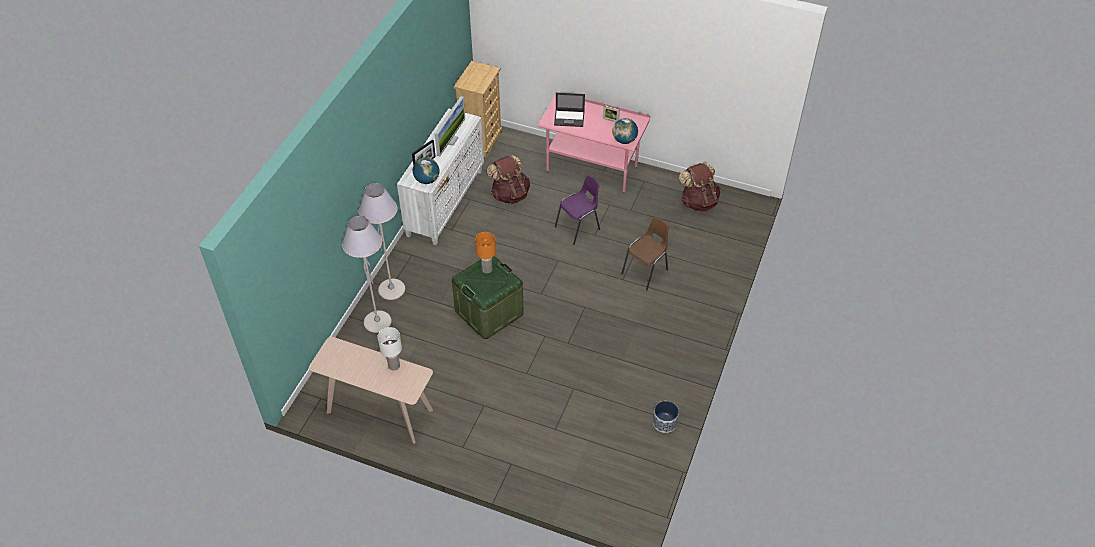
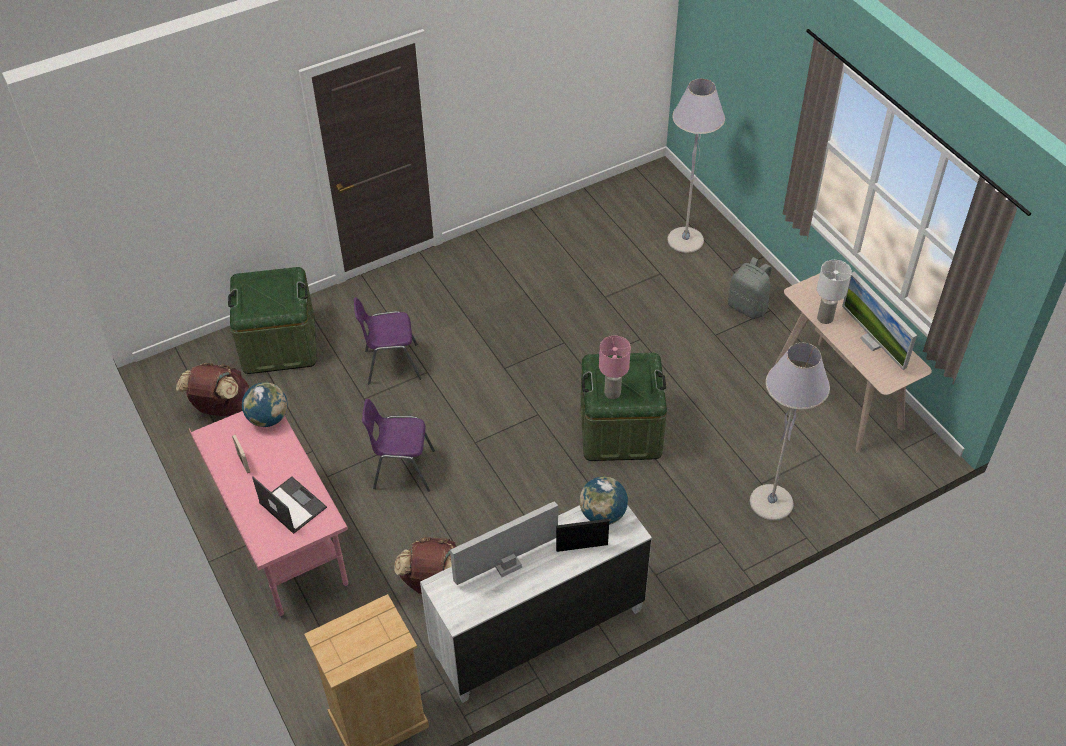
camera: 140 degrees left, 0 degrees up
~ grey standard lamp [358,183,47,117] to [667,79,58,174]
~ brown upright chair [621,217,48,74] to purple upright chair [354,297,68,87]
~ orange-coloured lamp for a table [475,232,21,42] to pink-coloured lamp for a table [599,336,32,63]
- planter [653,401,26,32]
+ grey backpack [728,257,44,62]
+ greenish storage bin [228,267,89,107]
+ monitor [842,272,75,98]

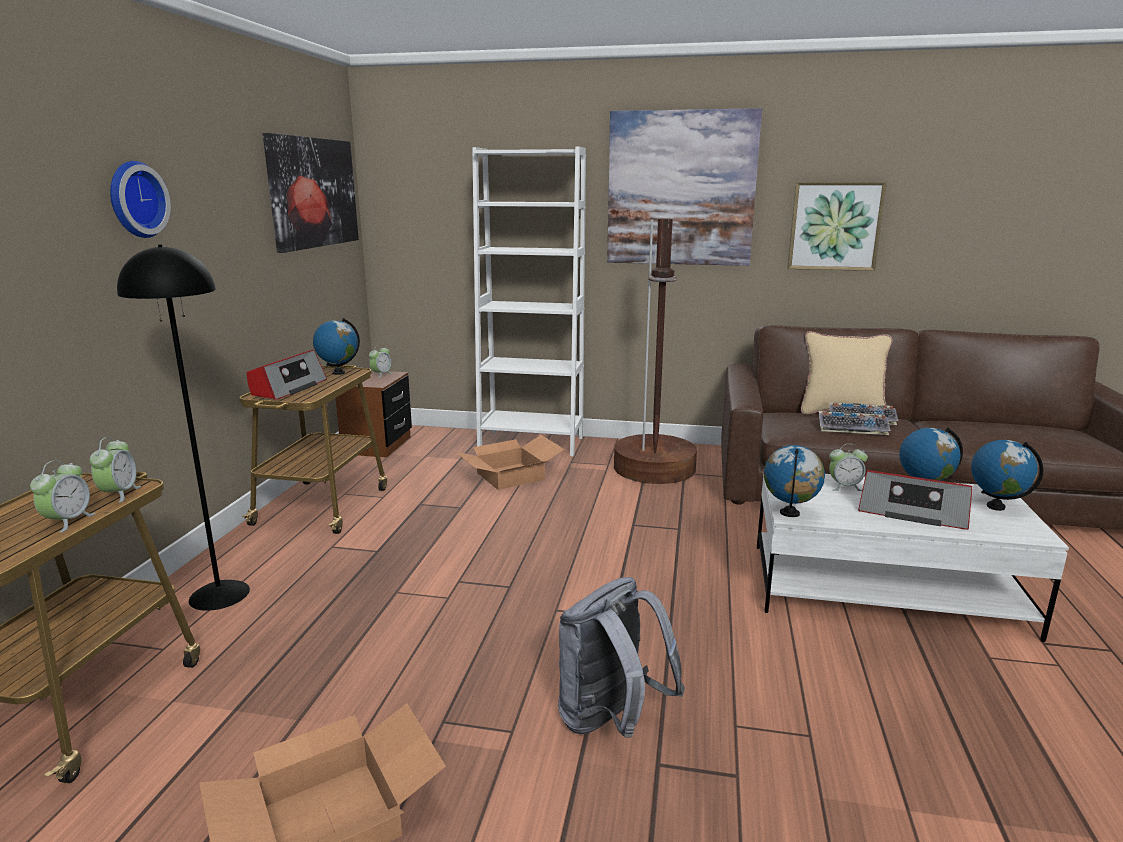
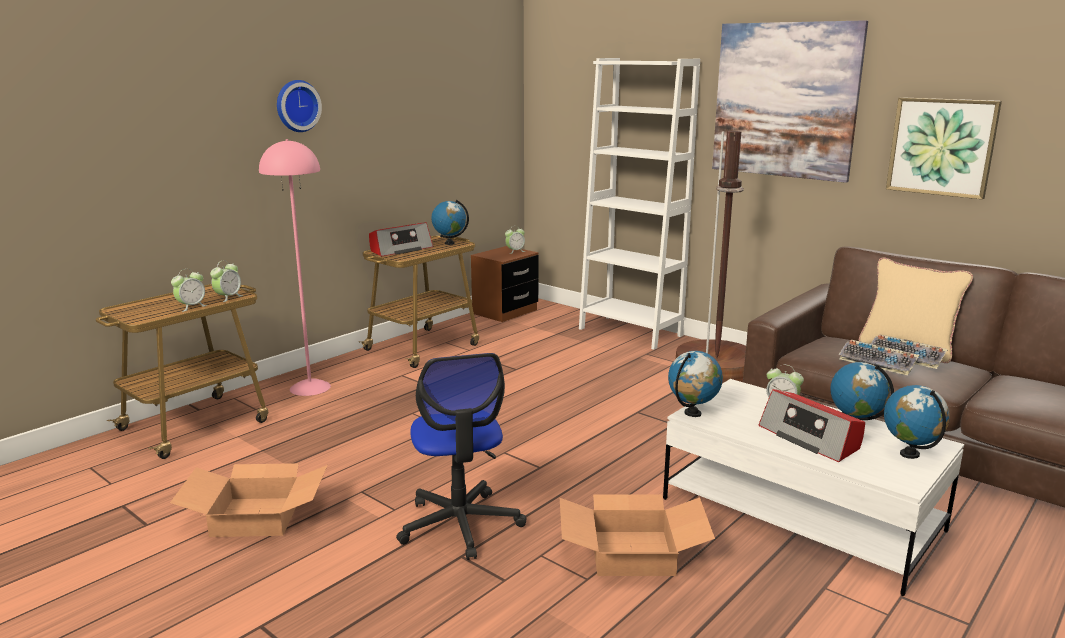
camera: 30 degrees right, 0 degrees up
- wall art [263,133,96,120]
~ blackish standard lamp [117,244,133,367] to pink-coloured standard lamp [259,139,72,257]
~ packing box [455,435,110,55] to [560,494,155,82]
~ grey backpack [558,577,127,161] to desk chair [396,353,131,207]

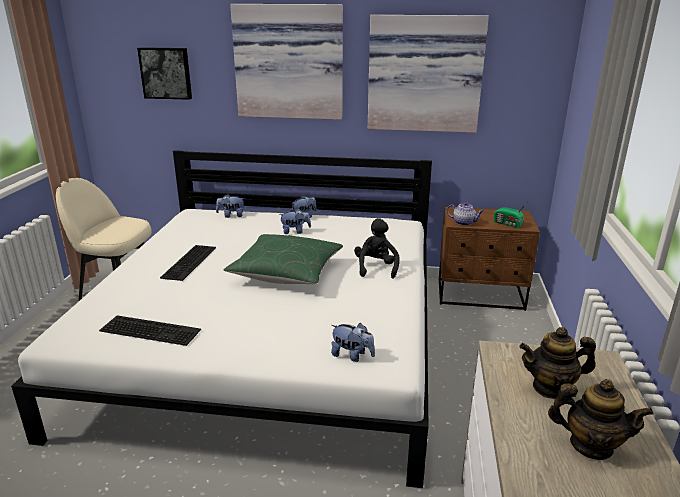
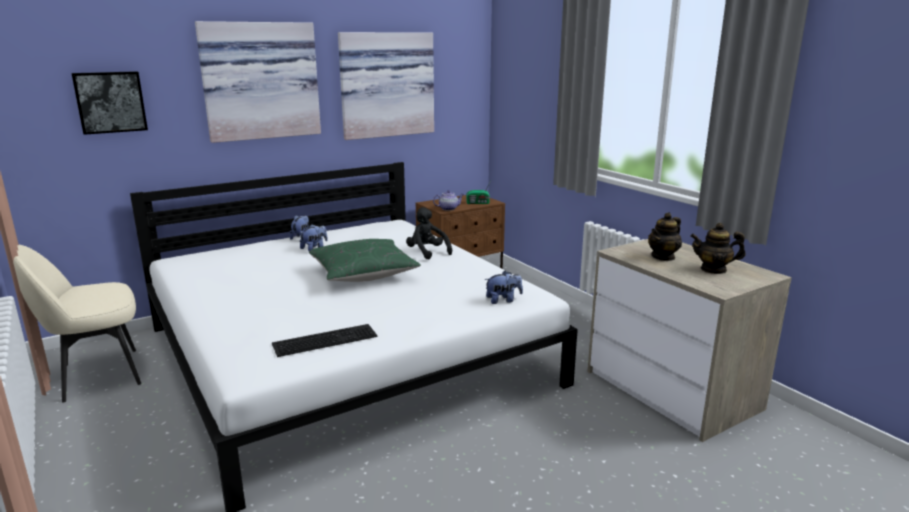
camera: 40 degrees left, 5 degrees down
- soft toy [216,194,29,24]
- PC keyboard [160,245,56,36]
~ tea pot [548,379,106,81] = [690,223,55,51] 150 degrees counterclockwise

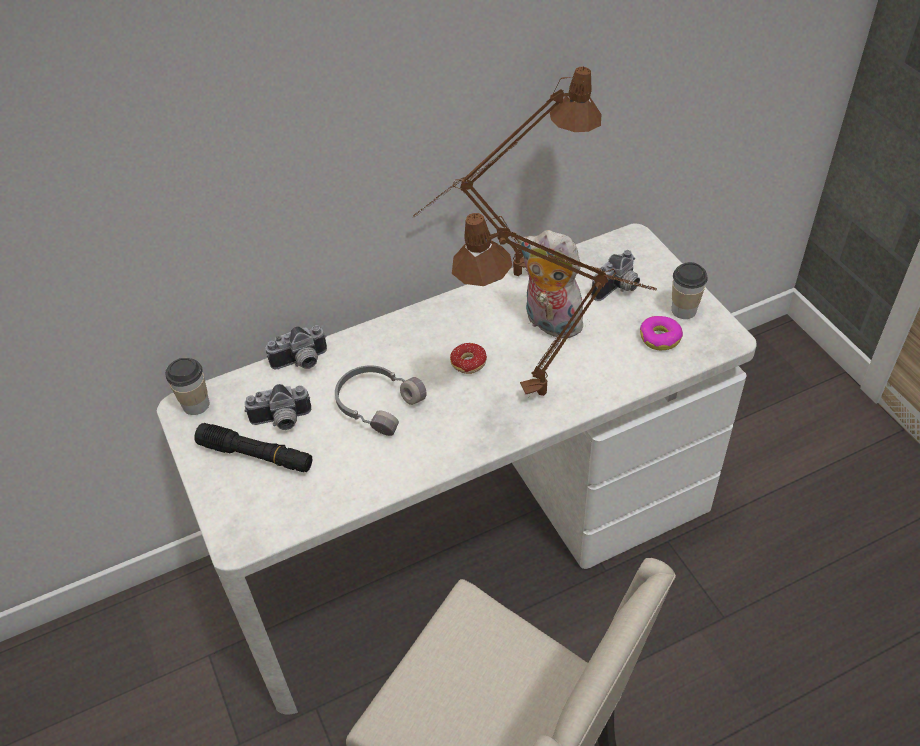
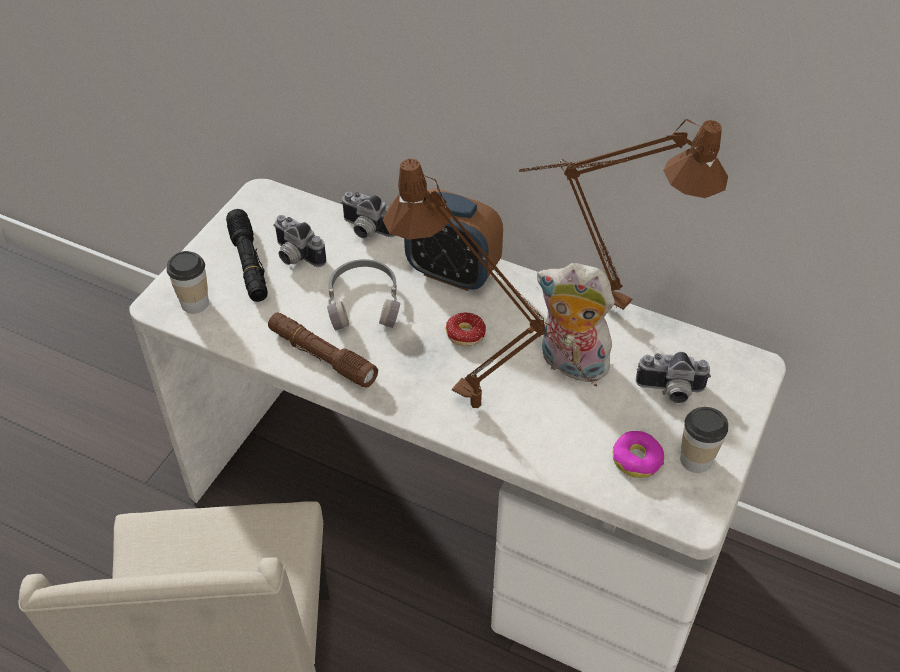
camera: 50 degrees right, 0 degrees up
~ soft toy [519,230,64,108] = [537,263,78,119] 60 degrees counterclockwise
~ drinking cup [165,358,45,57] to [167,251,42,63]
+ bedside clock [404,188,99,103]
+ brown flashlight [268,312,110,76]

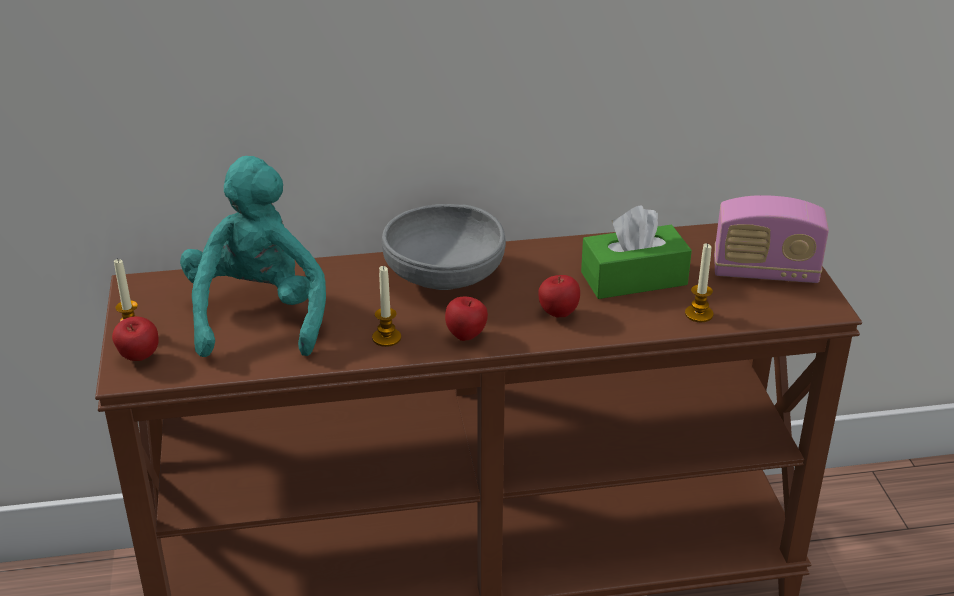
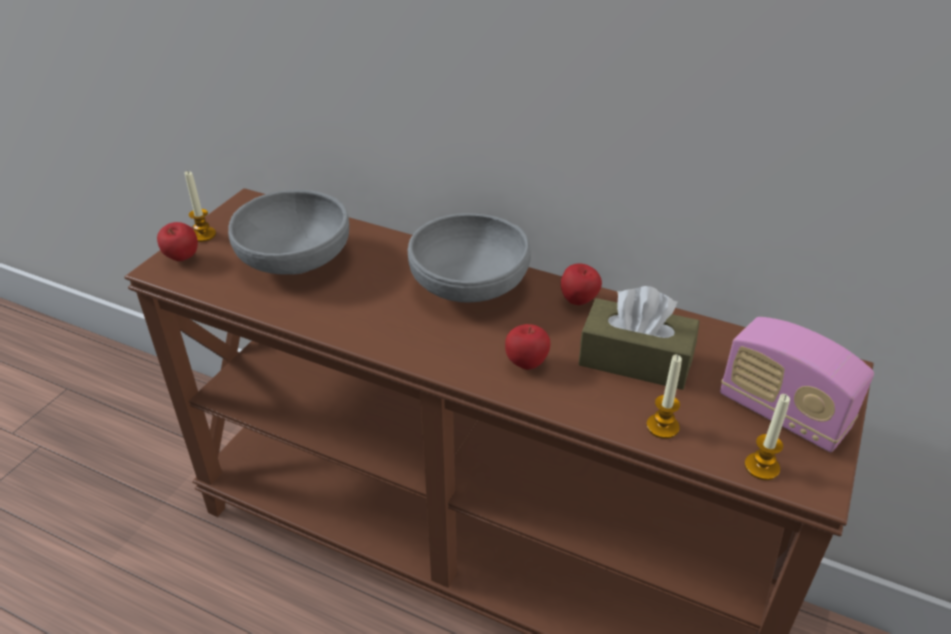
camera: 35 degrees right, 5 degrees up
~ turquoise soft toy [180,156,146,201] to grey deep dish [228,190,121,85]
~ greenish tissue box [581,205,111,94] to brown tissue box [579,286,121,104]
~ wax light [372,265,29,82] to [745,394,45,86]
~ apple fruit [445,297,43,44] to [561,263,41,42]

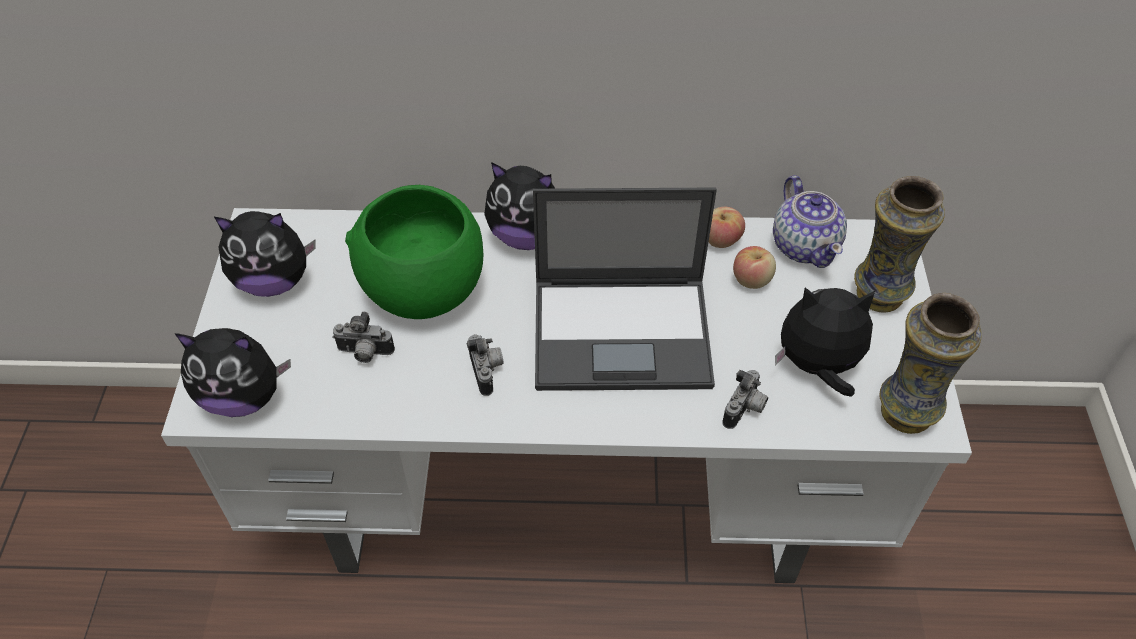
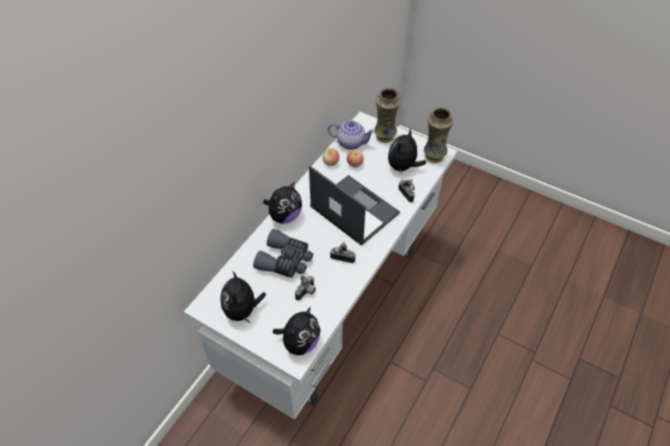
camera: 60 degrees left, 0 degrees up
~ greenish deep dish [345,185,139,134] to grey field glasses [253,229,60,49]
~ portable computer [533,188,184,203] = [309,165,91,81] 75 degrees counterclockwise
~ soft toy [214,211,102,86] = [220,271,46,53] 150 degrees clockwise

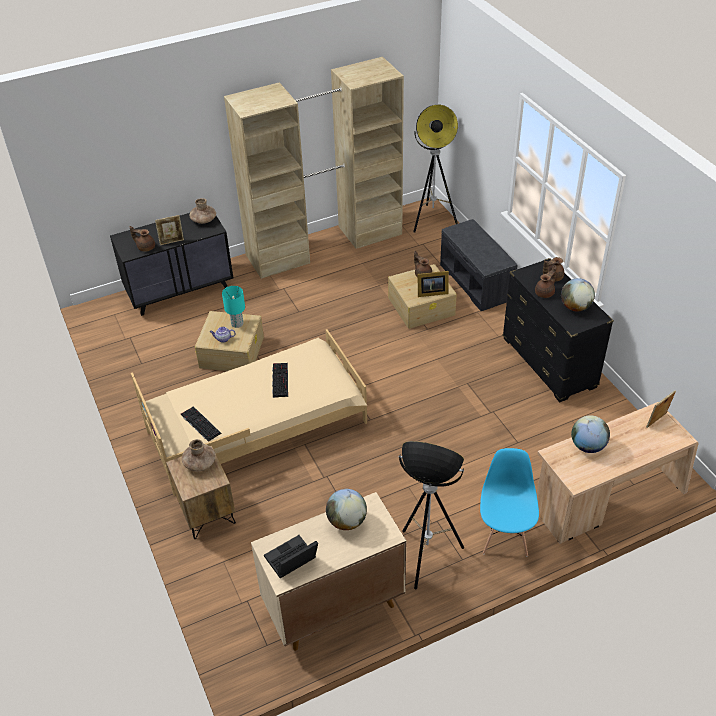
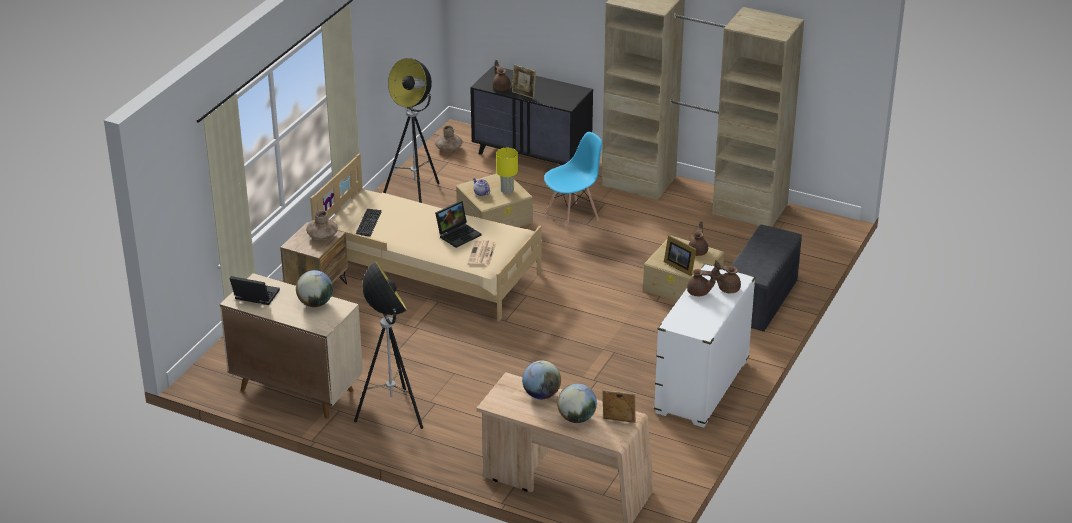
camera: 50 degrees right, 10 degrees down
~ standard lamp [413,105,45,128] to [383,58,57,145]
~ brown flower vase [190,198,26,26] to [435,126,27,25]
~ blackish dresser [503,258,111,144] to white-coloured dresser [654,263,102,165]
~ world globe [561,278,34,34] to [557,383,40,40]
~ turquoise lamp for a table [222,286,23,42] to yellow lamp for a table [496,148,22,46]
~ PC keyboard [272,363,16,35] to portable computer [435,201,46,47]
~ bluish upright chair [480,448,59,109] to [544,132,58,100]
+ daily paper [468,240,28,26]

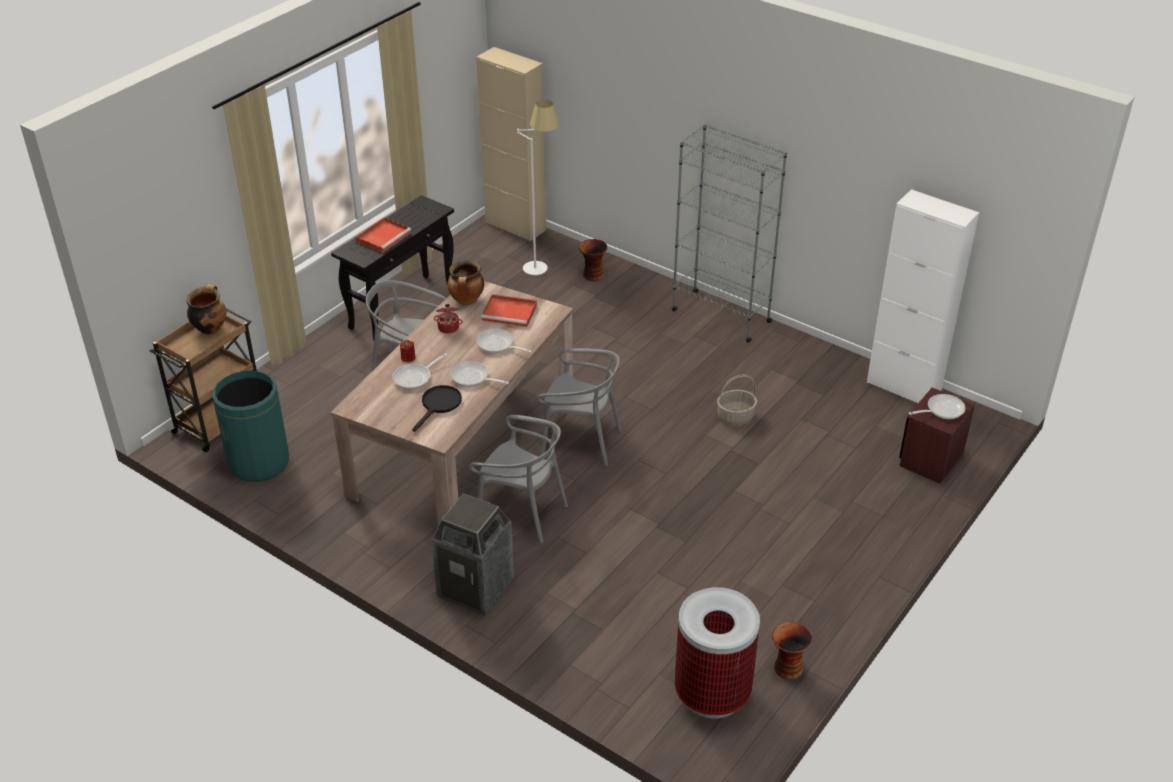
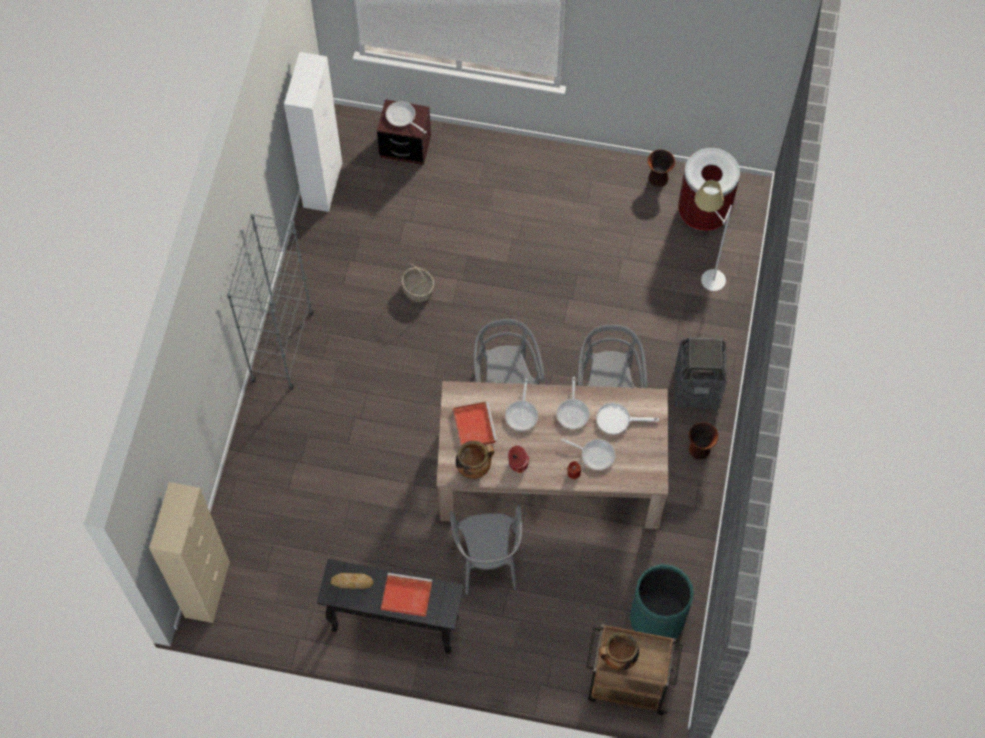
camera: 115 degrees left, 25 degrees up
~ white-coloured standard lamp [517,100,42,175] to [695,180,37,111]
~ flower vase [579,239,28,42] to [689,422,30,38]
~ blackish skillet [412,385,50,47] to white-coloured skillet [596,403,64,32]
+ bakery bread [331,573,42,16]

